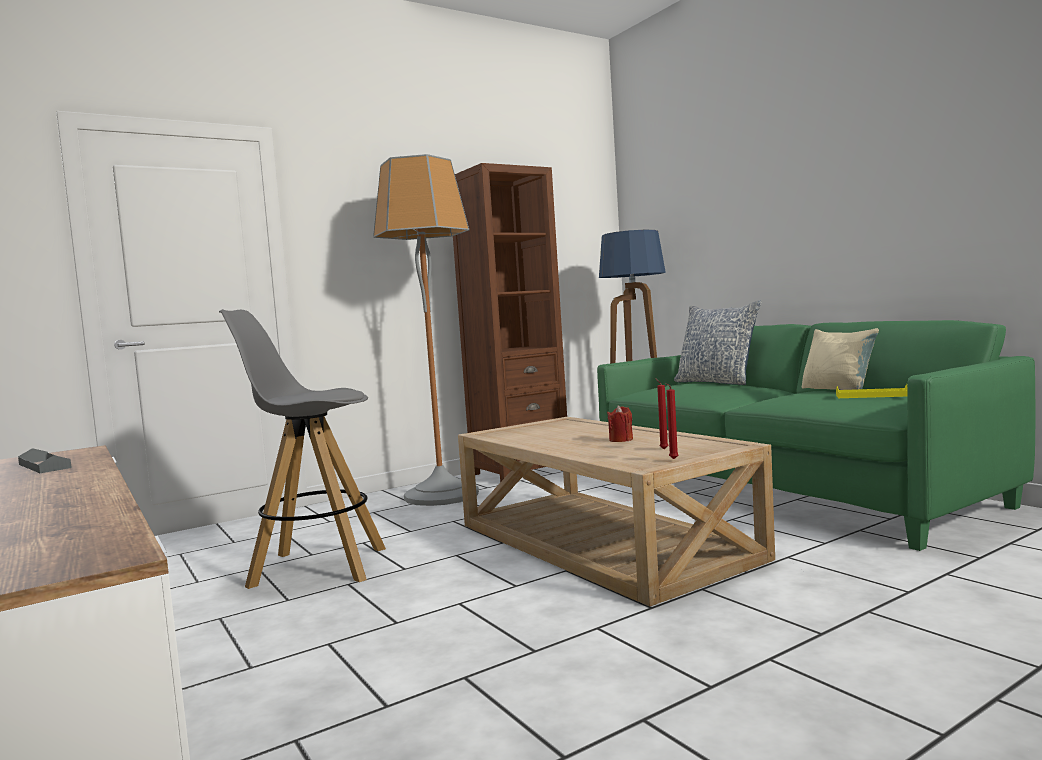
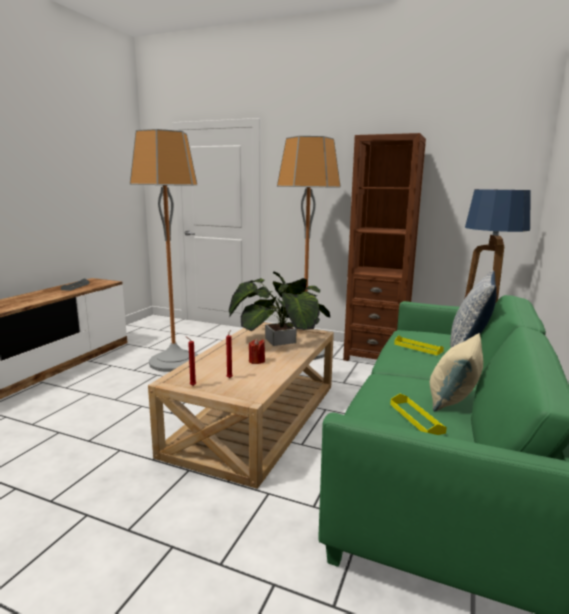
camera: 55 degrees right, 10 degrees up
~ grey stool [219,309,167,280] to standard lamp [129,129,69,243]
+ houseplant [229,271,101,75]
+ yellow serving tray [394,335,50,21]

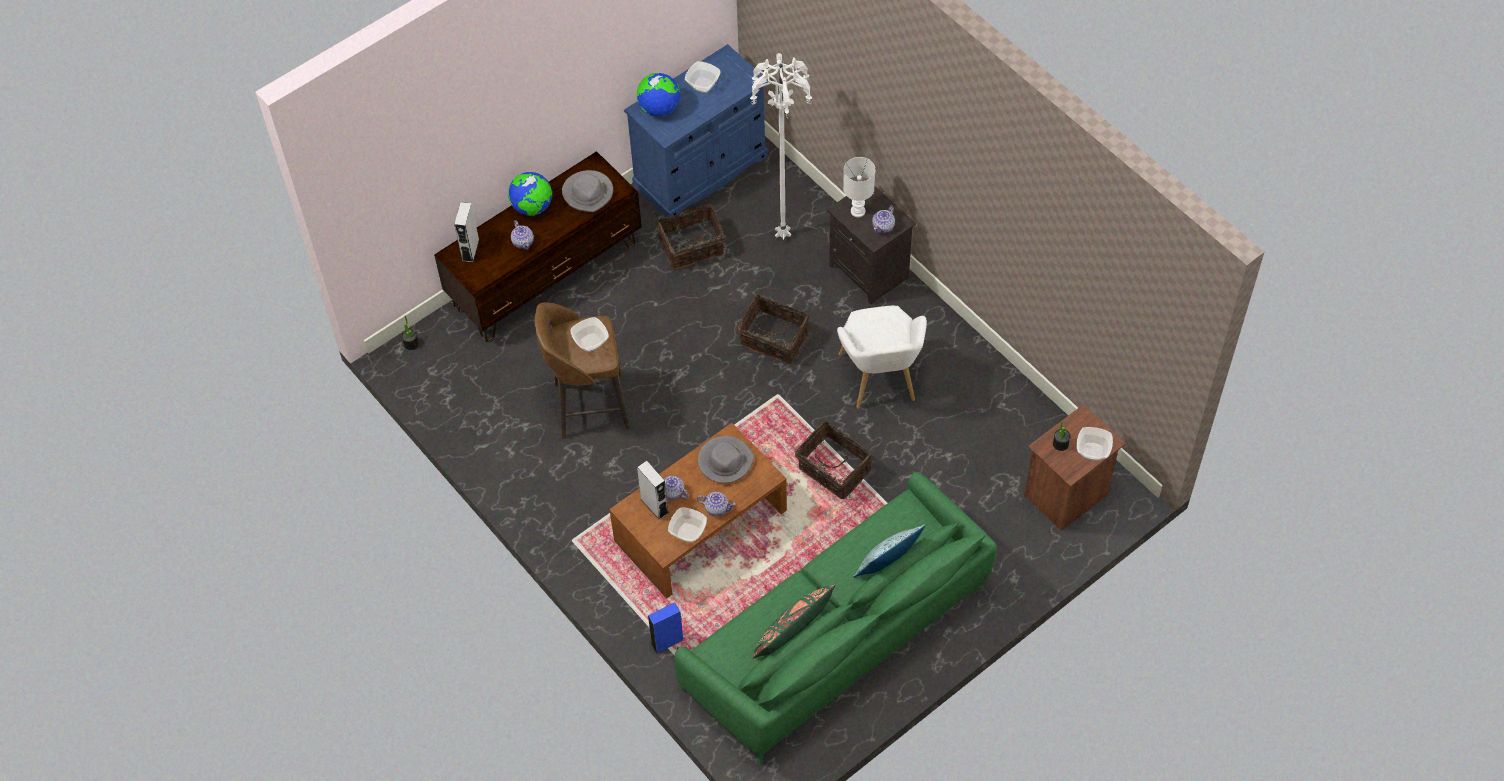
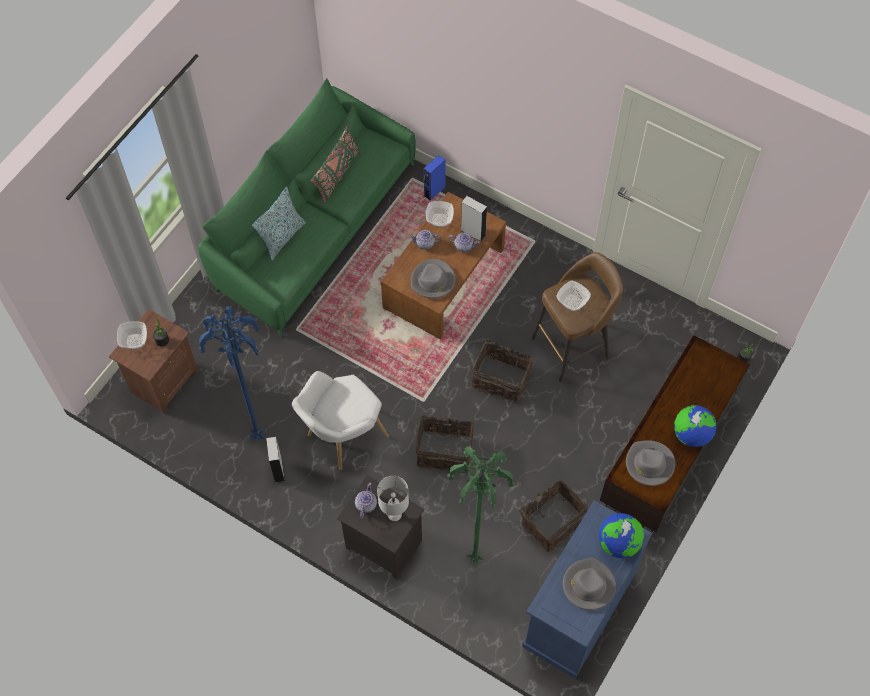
camera: 160 degrees right, 5 degrees up
~ white-coloured standard lamp [750,53,62,187] to greenish standard lamp [447,446,68,119]
~ deep dish [685,61,36,32] to grey clothing hat [563,557,53,53]
~ grey audio speaker [454,202,25,60] to [266,437,19,46]
- tea pot [511,220,23,30]
~ white-coloured armchair [837,306,90,103] = [292,371,97,99] 105 degrees counterclockwise
~ basket [795,421,77,78] to [471,333,63,70]
+ bluish standard lamp [199,306,66,136]

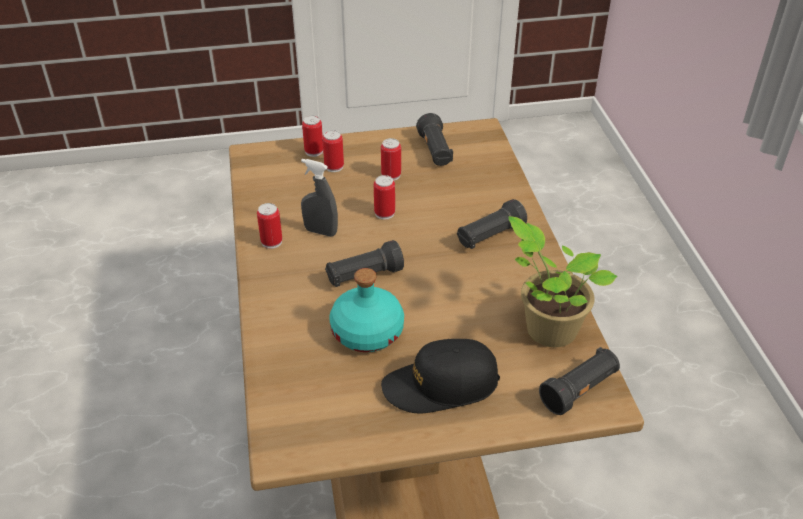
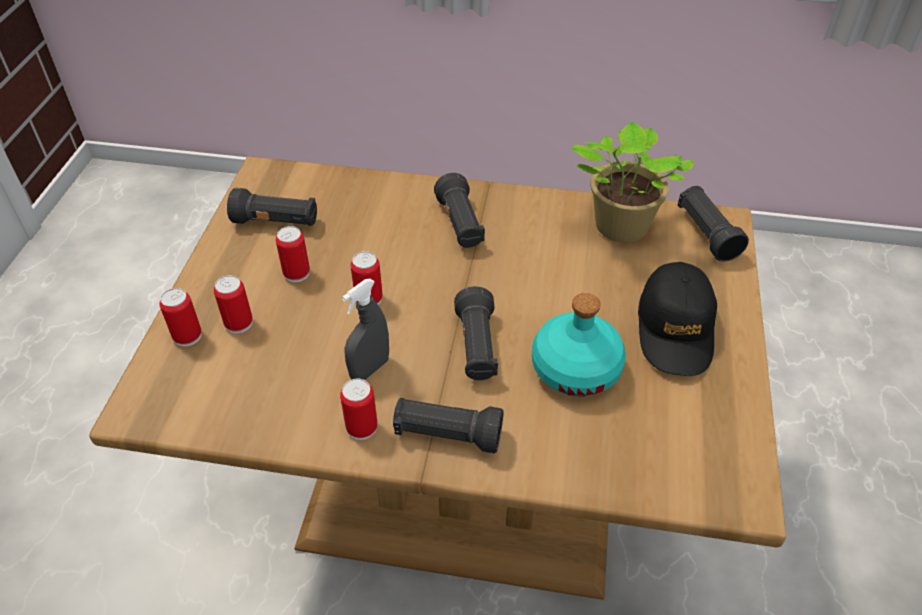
camera: 70 degrees left, 5 degrees up
+ blackish flashlight [393,398,111,56]

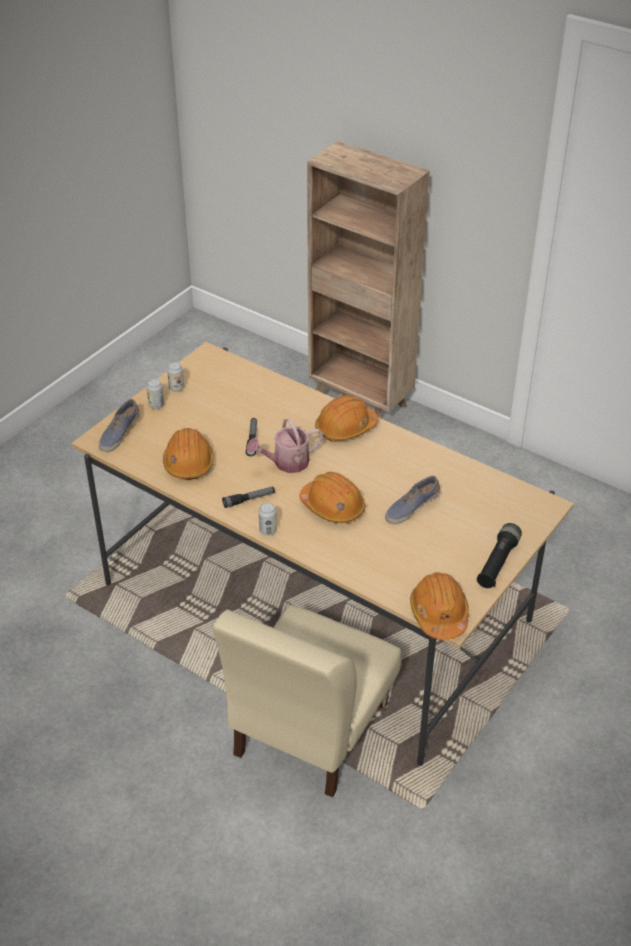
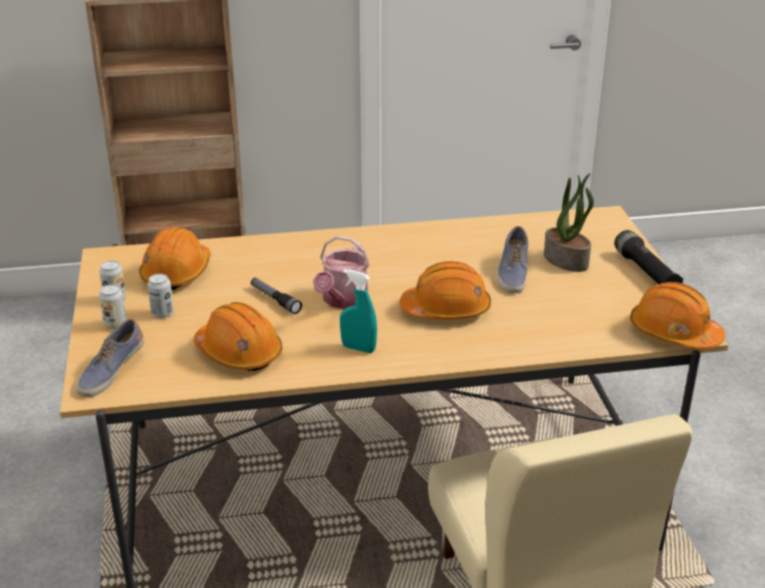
camera: 45 degrees left, 10 degrees down
~ orange-coloured hard hat [315,395,63,46] to [139,227,72,63]
~ item of footwear [99,399,41,53] = [76,318,69,79] 45 degrees clockwise
~ flashlight [222,487,53,21] to turquoise sprayer [340,269,37,84]
~ metal can [259,503,18,33] to [147,274,27,44]
+ houseplant [544,173,50,99]

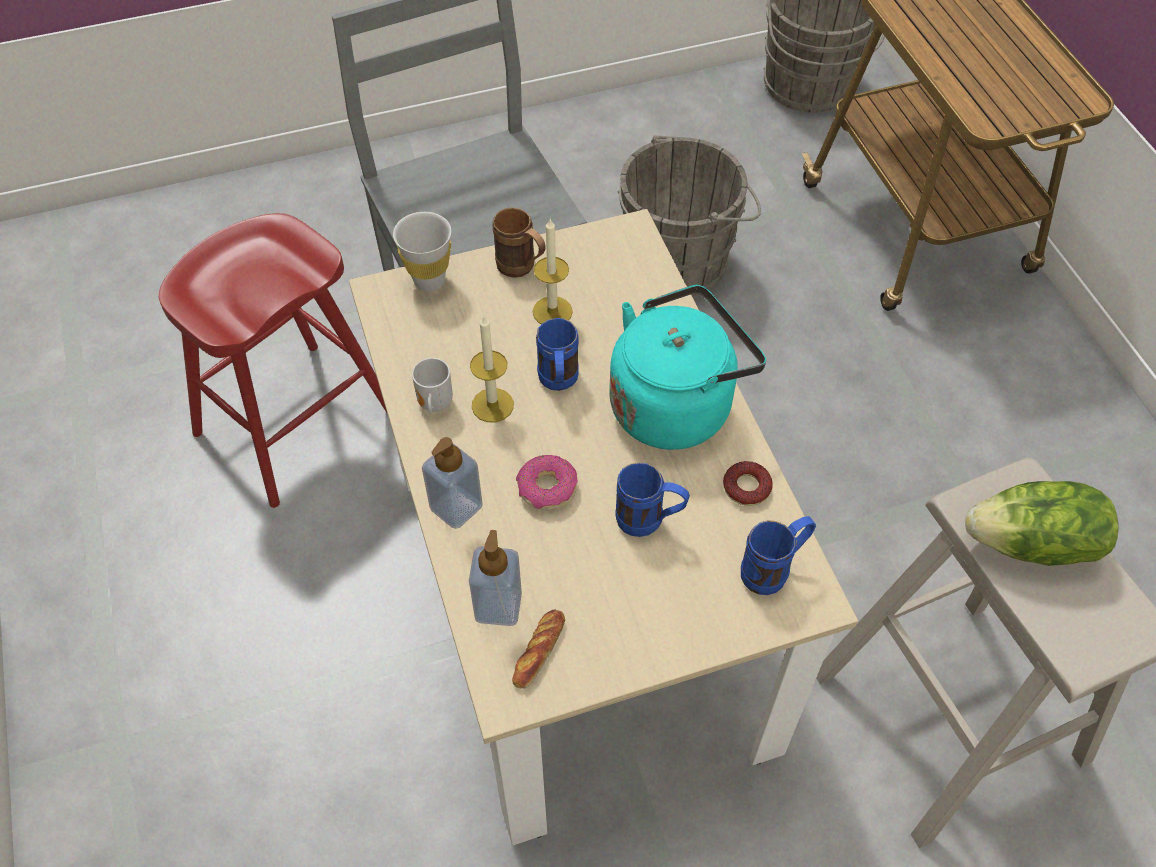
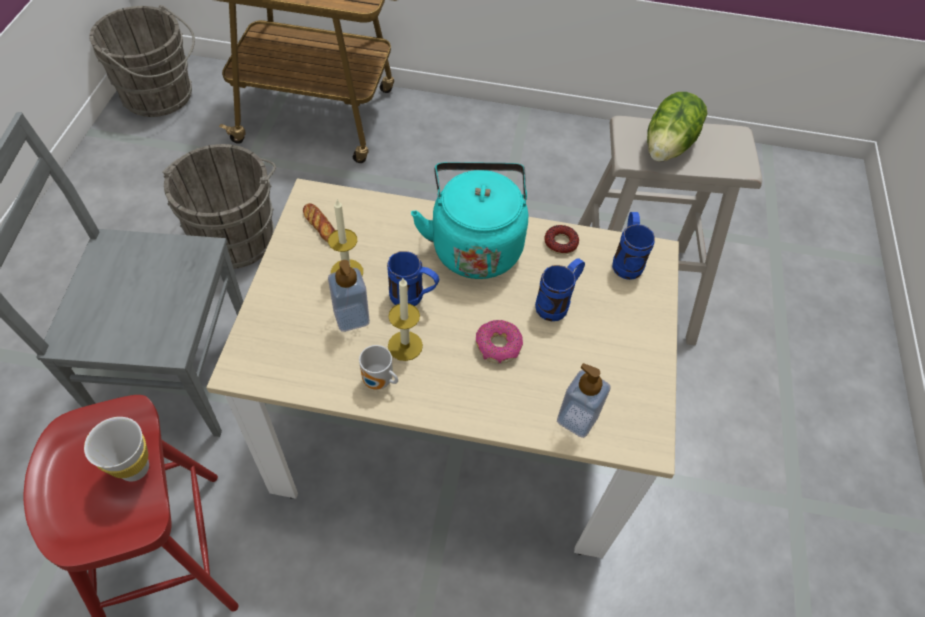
camera: 65 degrees left, 0 degrees up
- brown coffee mug [493,207,53,71]
~ white-coloured drinking cup [393,212,58,80] to [84,417,65,65]
~ soap bottle [422,437,61,92] to [328,260,42,72]
~ bakery bread [512,609,53,80] to [303,203,33,40]

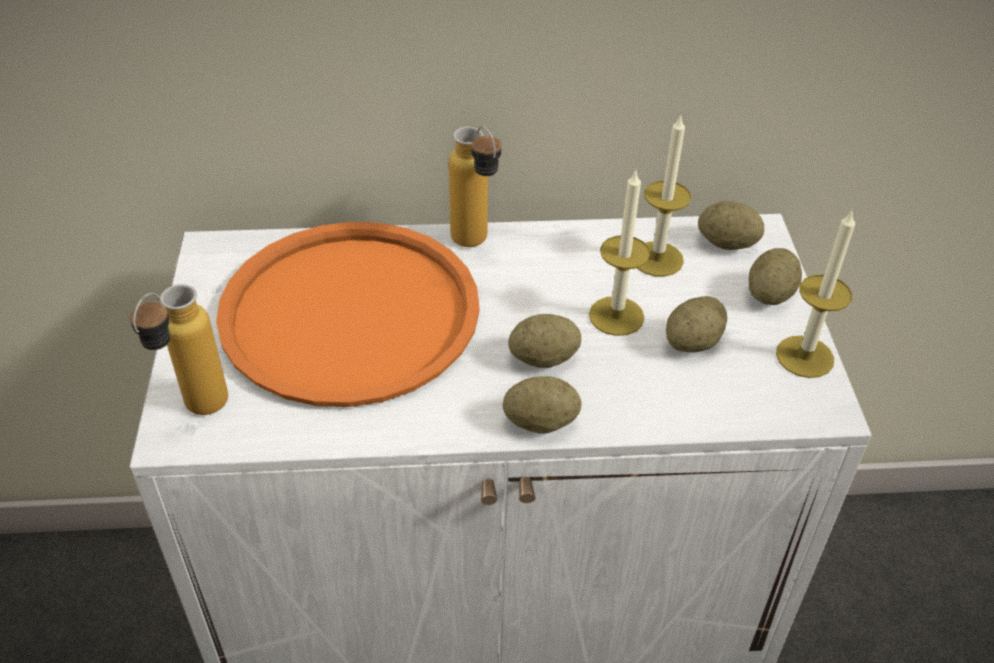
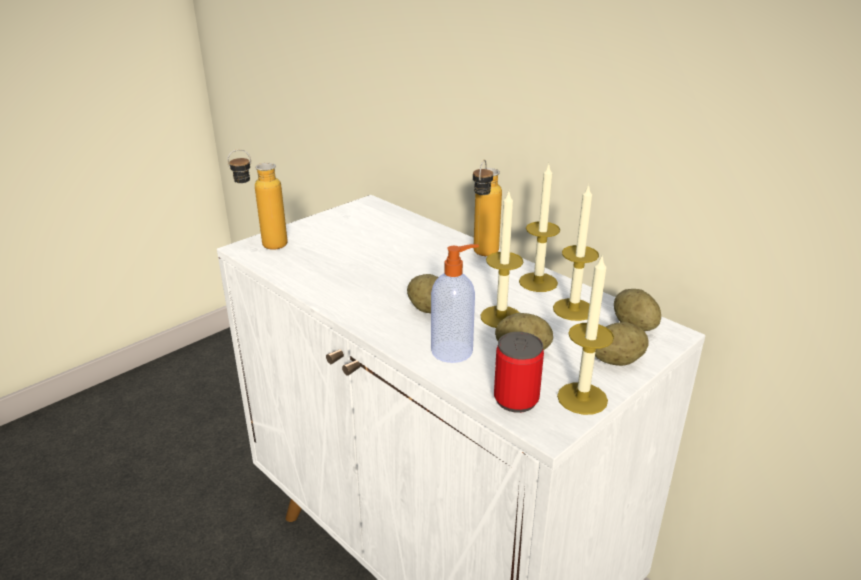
camera: 50 degrees right, 15 degrees down
- orange-coloured serving tray [216,222,264,185]
- whole potato [503,376,78,58]
+ wax light [519,164,41,128]
+ soap bottle [431,244,48,119]
+ metal can [494,332,50,81]

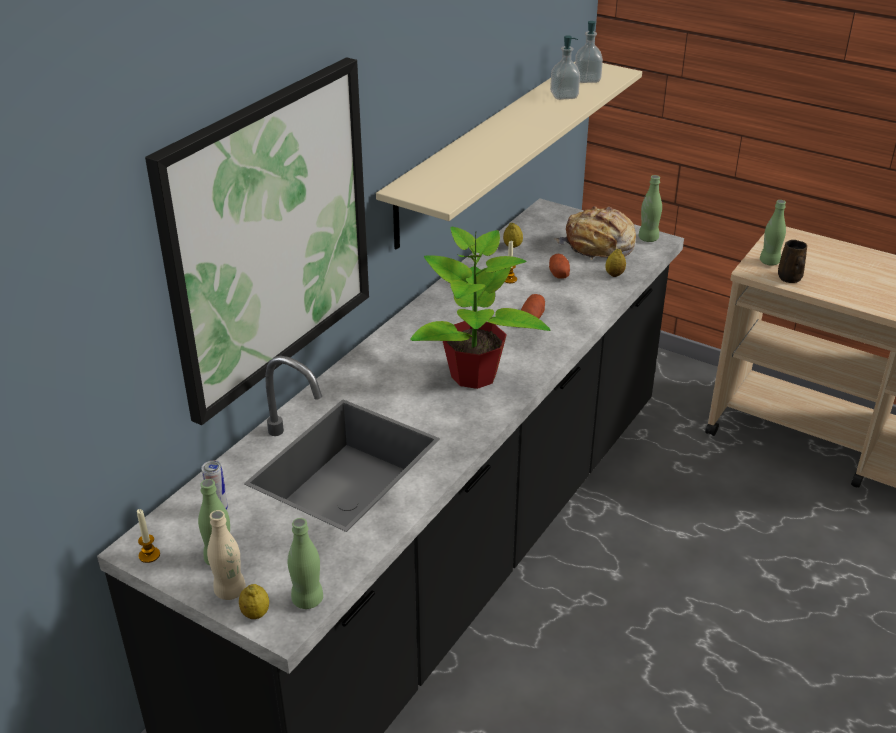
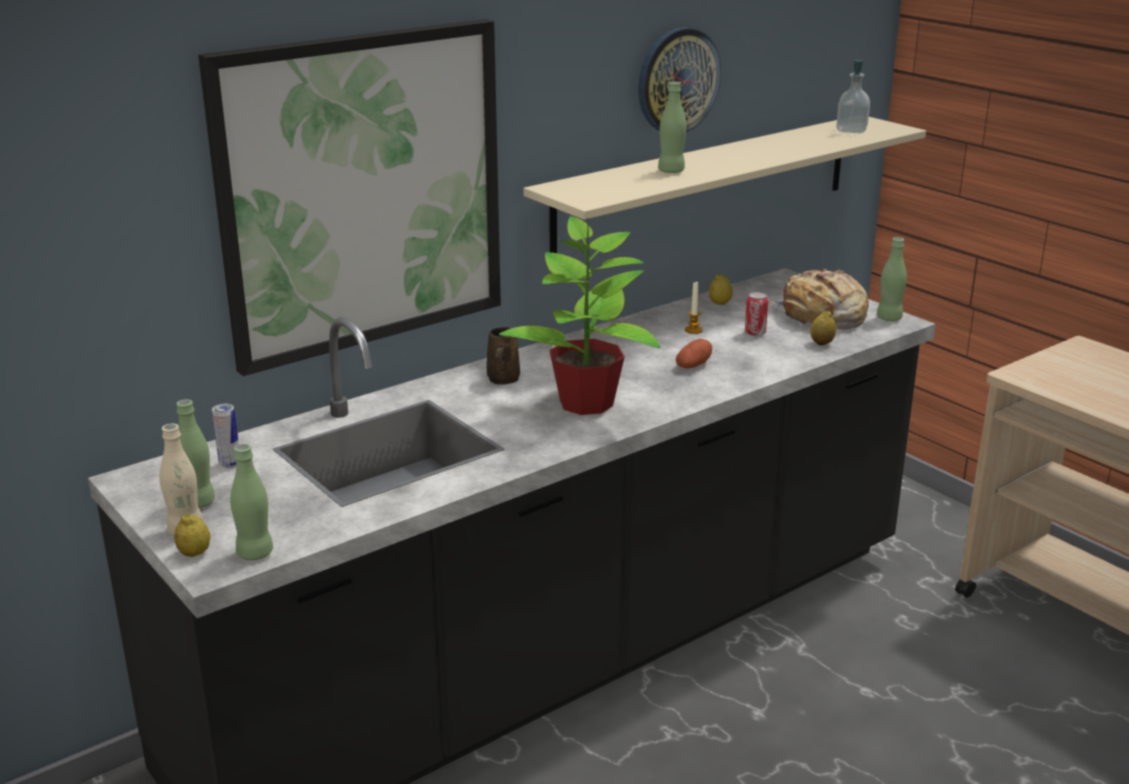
camera: 20 degrees right, 10 degrees down
- soap bottle [550,35,30,65]
~ greenish beverage bottle [760,200,26,66] to [658,81,28,92]
~ brown coffee mug [778,240,29,43] to [486,326,34,59]
~ whole potato [549,254,21,25] to metal can [745,292,23,44]
- wax light [137,509,23,54]
+ wall clock [638,27,83,105]

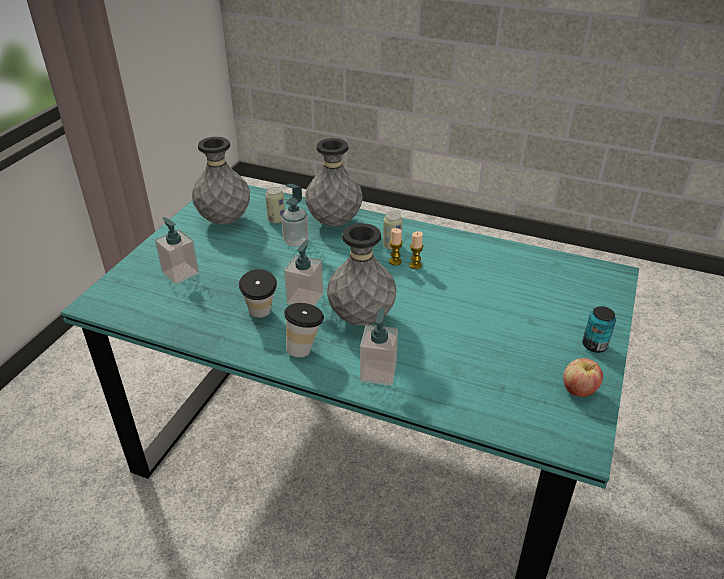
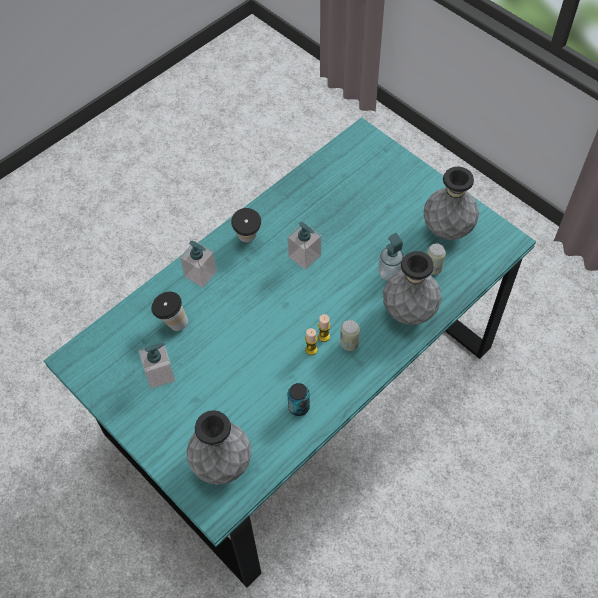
camera: 115 degrees right, 20 degrees up
~ soap bottle [155,217,44,67] to [138,342,38,47]
~ grey flower vase [327,223,70,103] to [187,410,64,75]
~ drinking cup [239,269,38,49] to [151,292,37,39]
~ metal can [582,306,34,47] to [287,383,23,33]
- apple fruit [563,358,40,39]

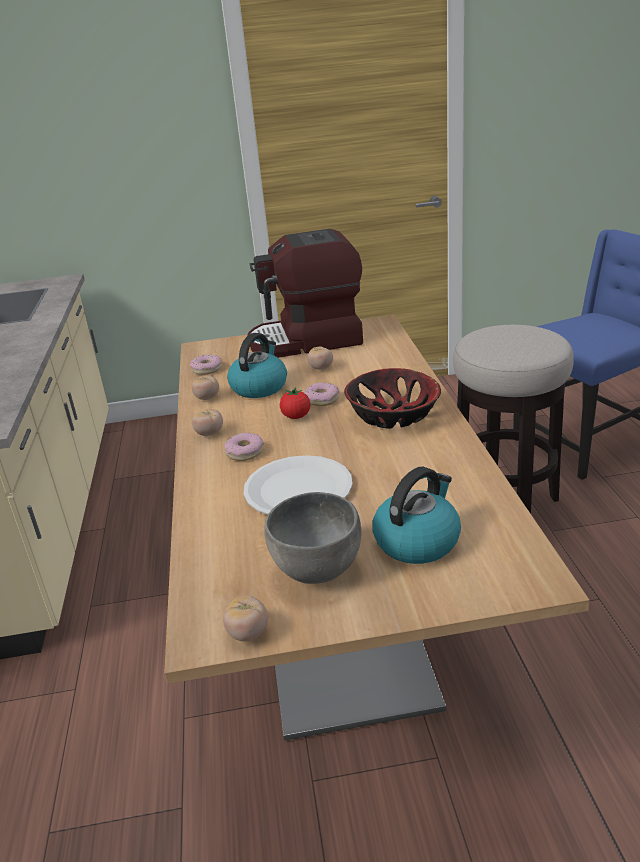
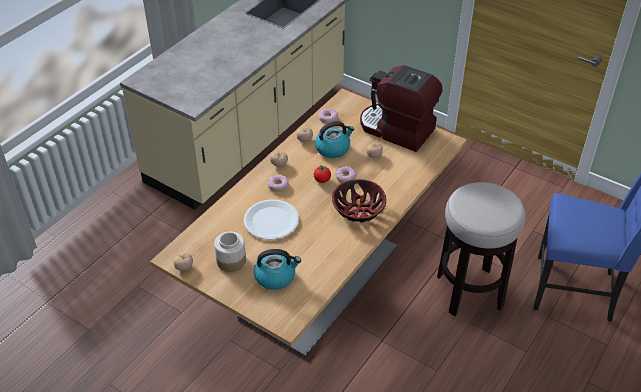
camera: 40 degrees right, 15 degrees up
~ grey deep dish [264,492,97,92] to preserve jar [214,231,32,41]

